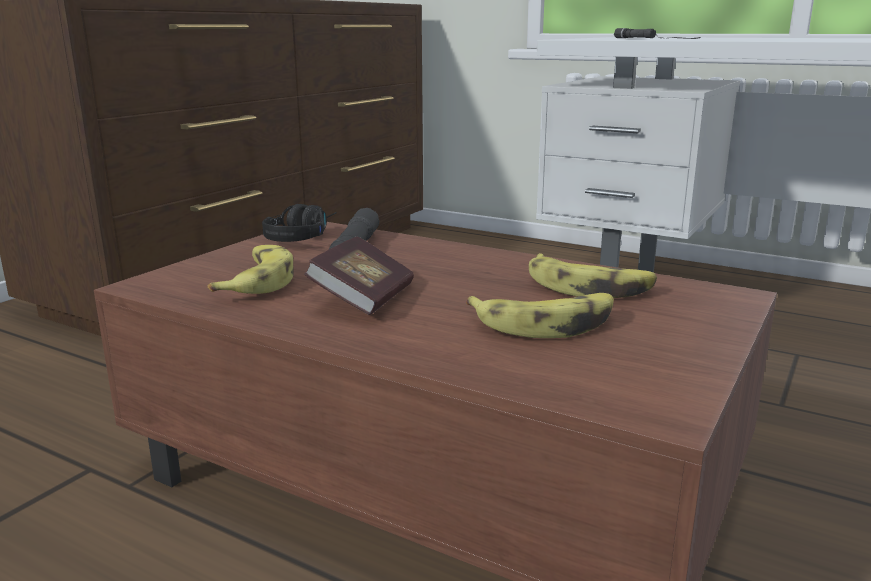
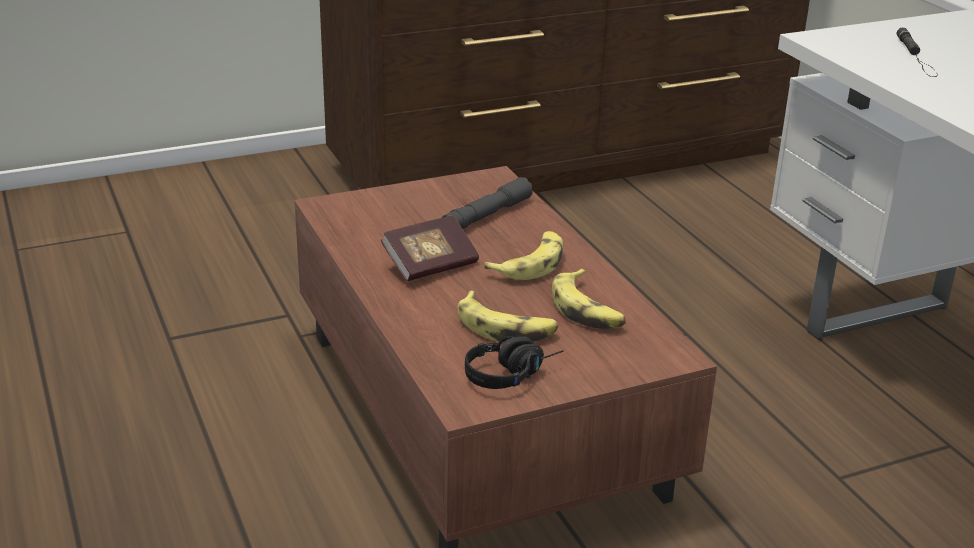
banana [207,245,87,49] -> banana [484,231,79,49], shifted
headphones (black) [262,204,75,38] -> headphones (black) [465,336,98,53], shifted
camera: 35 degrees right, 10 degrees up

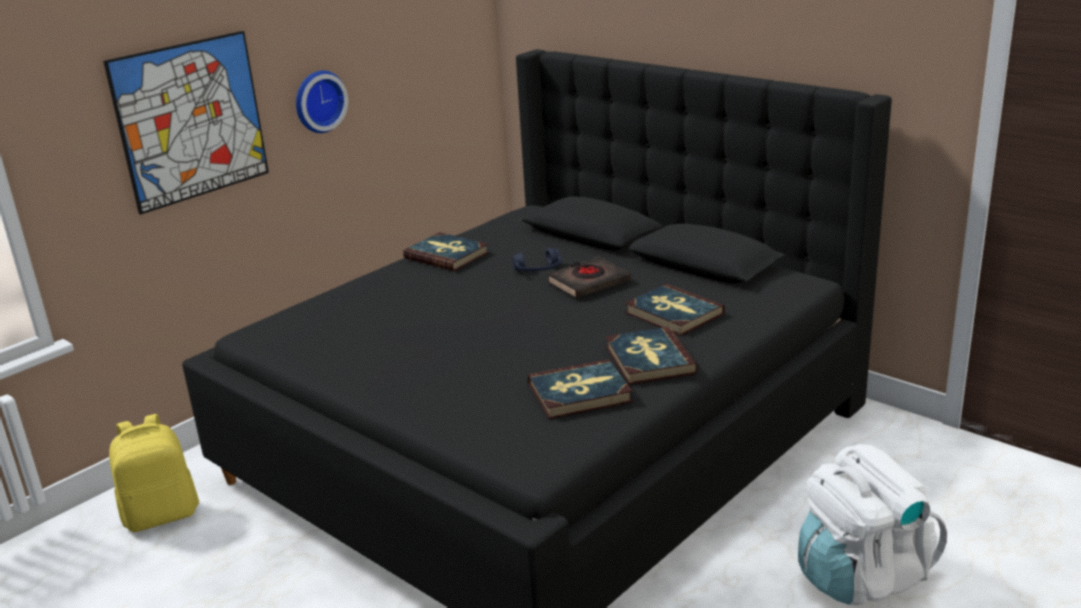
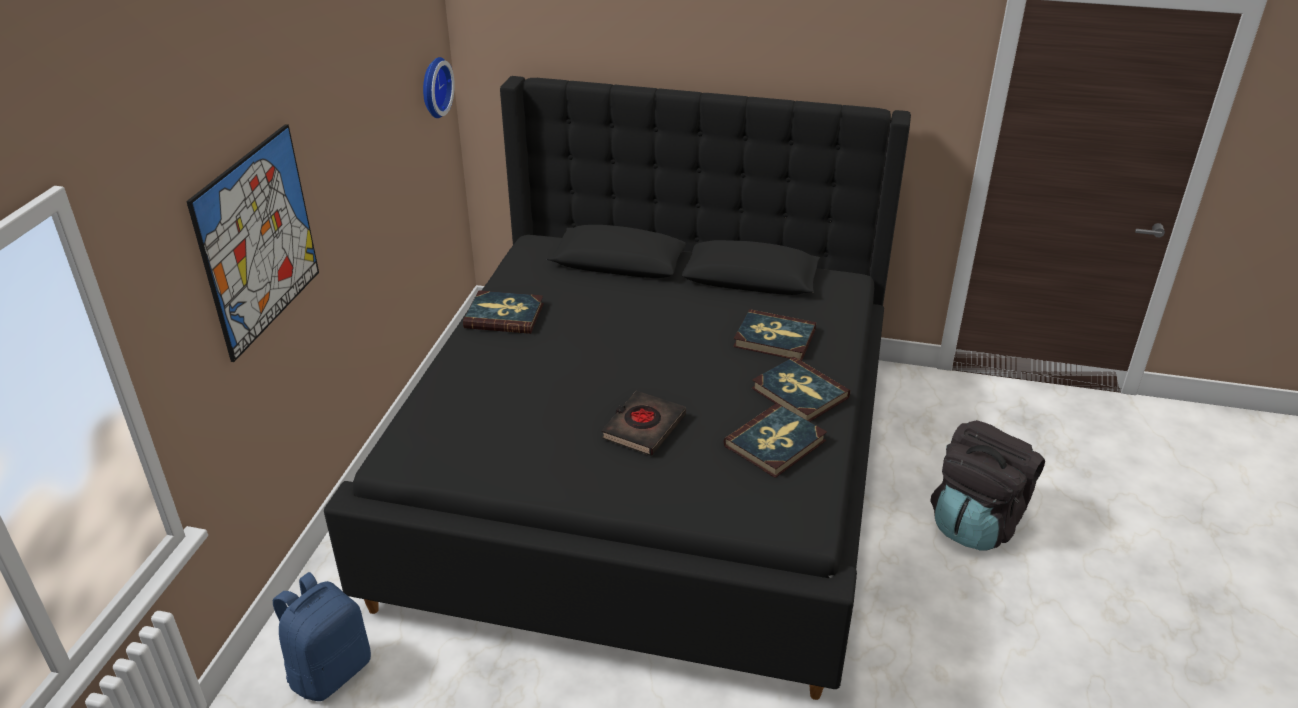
headphones (blue) [513,248,48,24] -> none
wall clock [296,70,52,63] -> wall clock [423,57,32,61], shifted
book (black) [547,256,84,42] -> book (black) [601,391,85,65], shifted
backpack (yellow) [109,414,90,118] -> backpack (blue) [273,572,98,129]
backpack (white) [798,444,149,161] -> backpack (black) [930,420,115,131]
camera: 30 degrees left, 10 degrees up

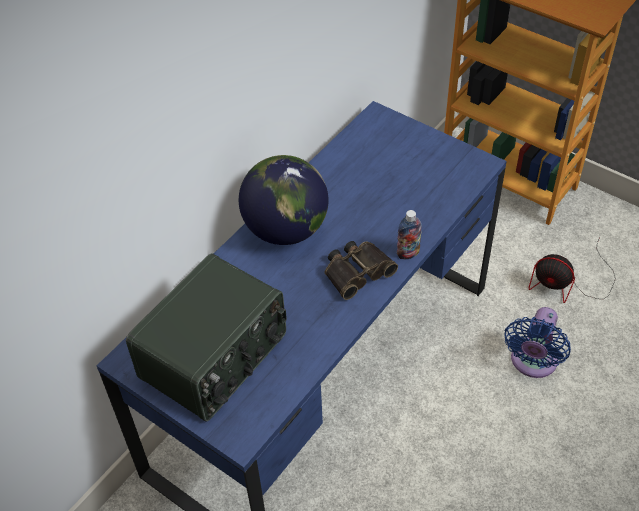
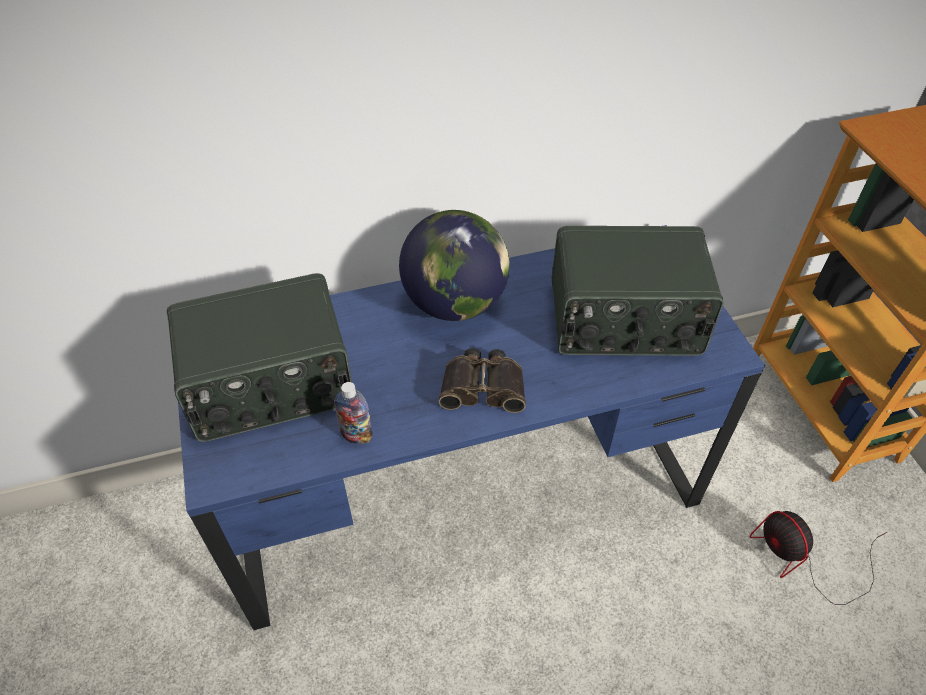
fan (blue) [504,307,67,71] -> none
none -> radio [552,226,172,130]
bottle [397,210,25,49] -> bottle [334,382,39,62], shifted
camera: 35 degrees right, 0 degrees up

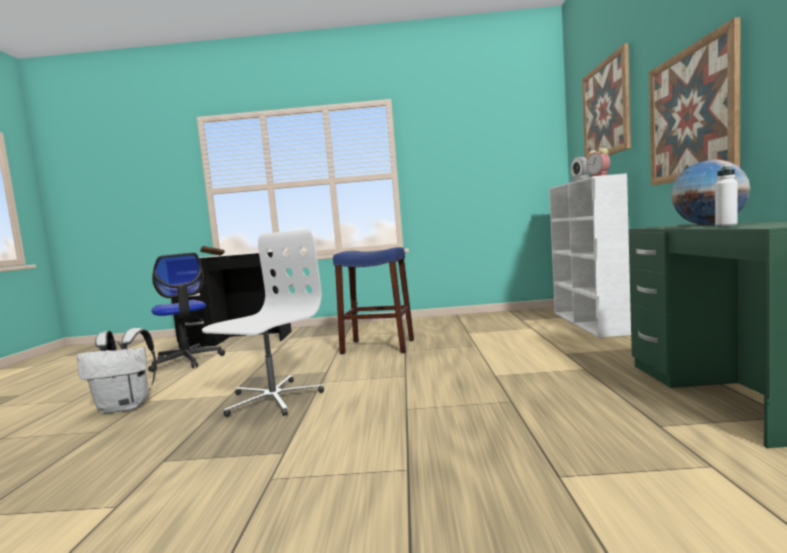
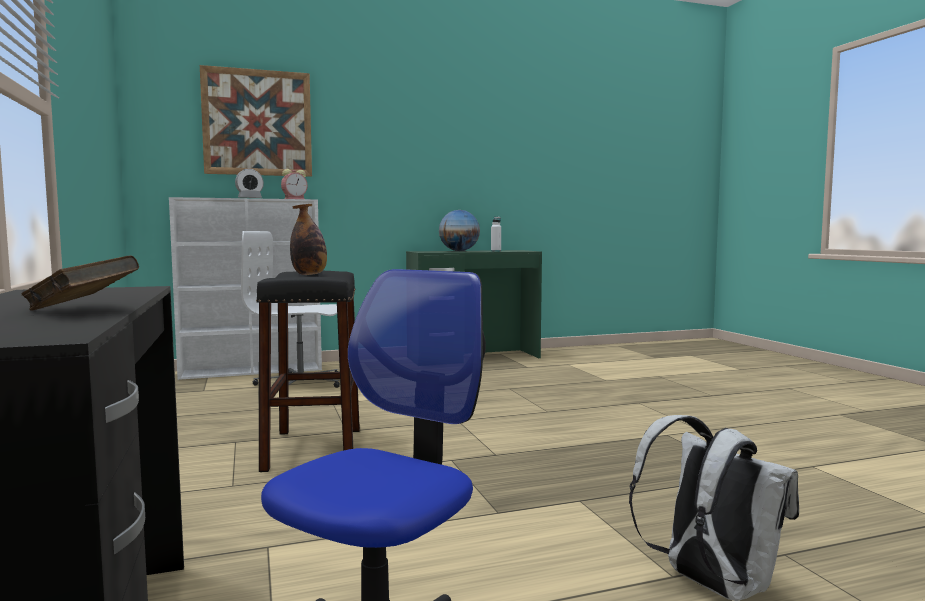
picture [649,17,91,169] -> none
none -> bottle [290,204,37,71]
office chair (white) [202,229,122,188] -> office chair (white) [241,231,99,157], shifted
stool (blue) [333,247,81,107] -> stool (black) [256,271,104,201]
camera: 110 degrees left, 0 degrees up

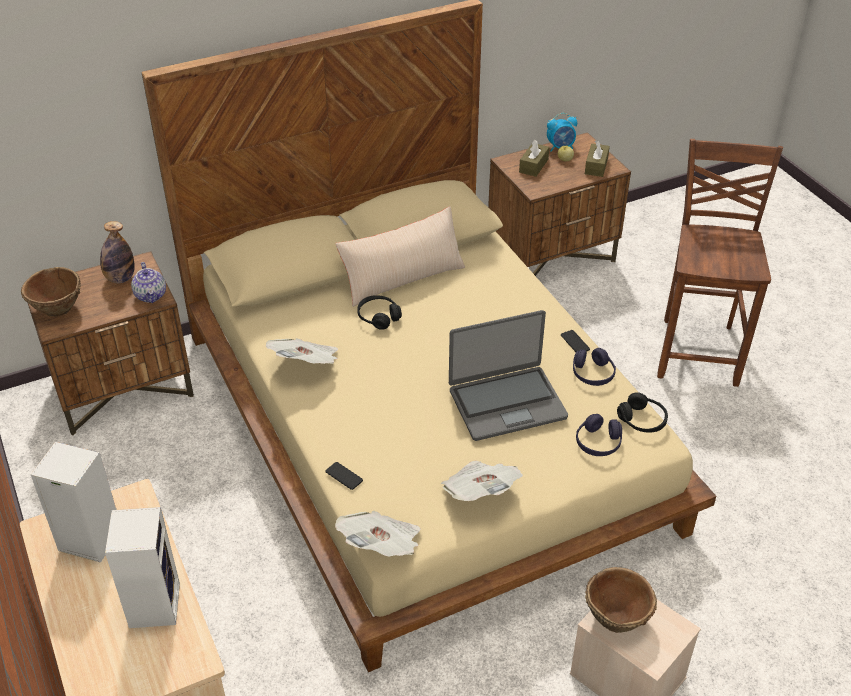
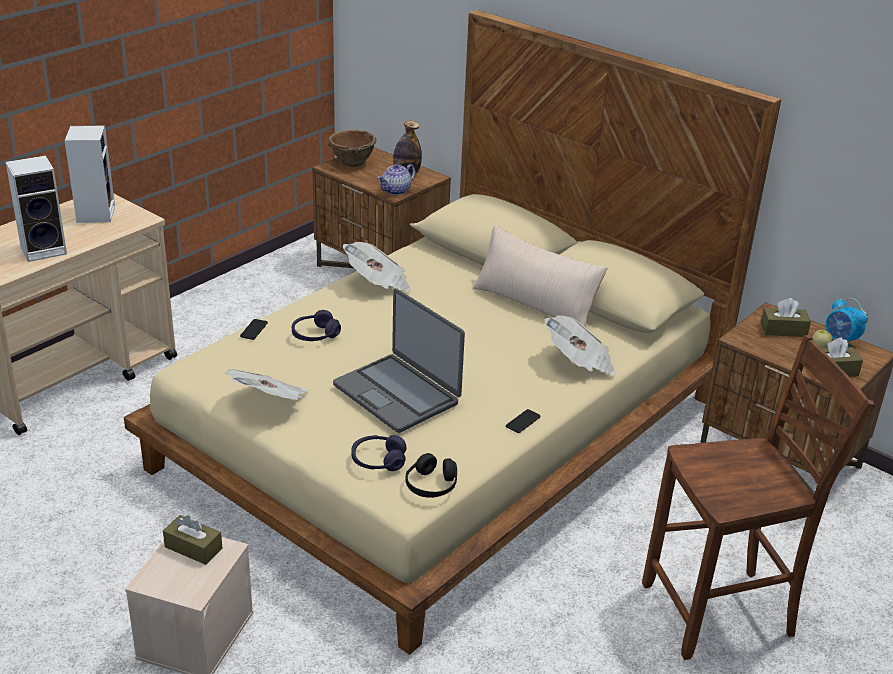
headphones (black) [357,295,45,35] -> none
newspaper [335,511,85,46] -> newspaper [545,315,71,60], shifted
headphones (purple) [573,348,43,38] -> headphones (purple) [292,310,49,31], shifted
bowl (brown) [585,567,72,66] -> tissue box (brown) [163,515,60,50]
camera: 65 degrees right, 10 degrees down

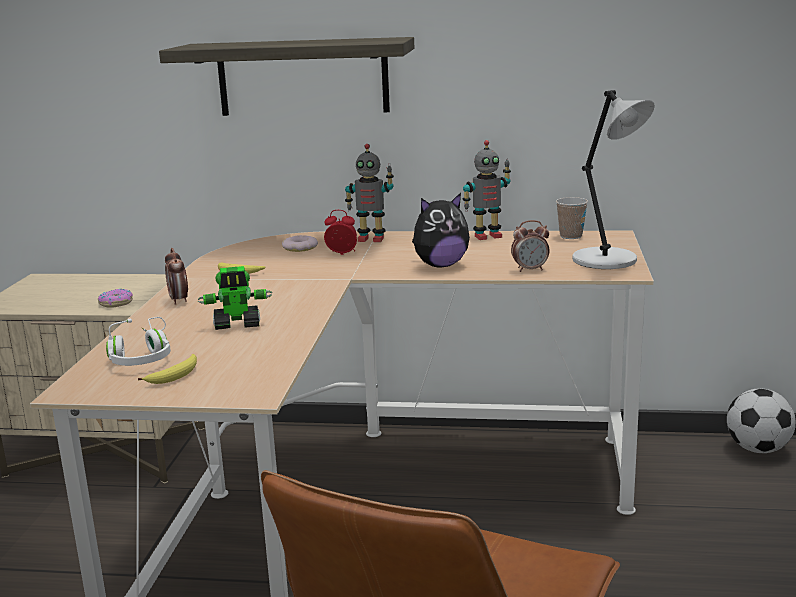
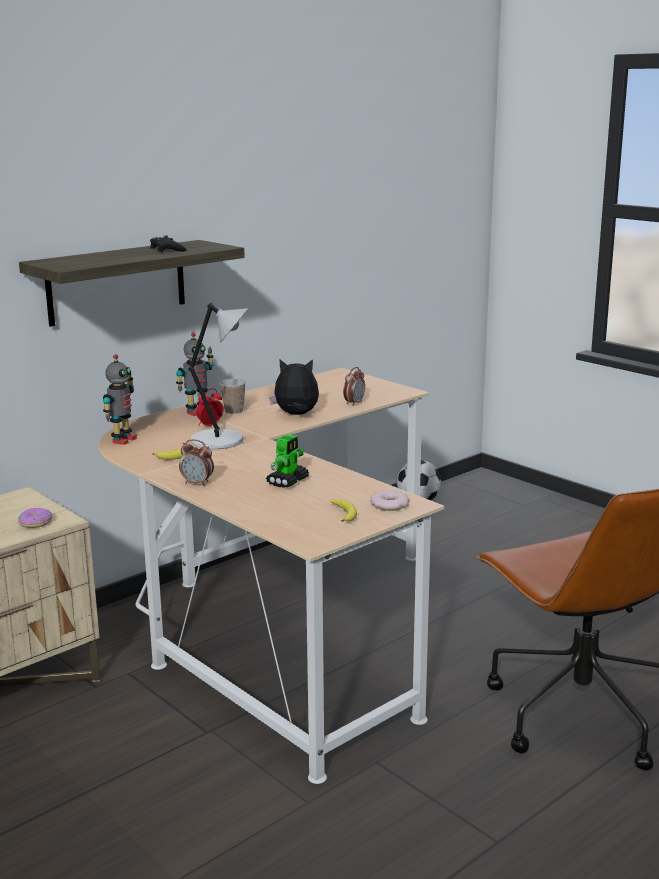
headphones (white) [106,317,65,49] -> none
none -> game controller (black) [150,235,37,17]
donut [282,235,36,17] -> donut [370,490,40,21], shifted
toy robot [463,140,48,100] -> toy robot [103,354,34,91], shifted
cup [556,197,32,42] -> cup [220,379,26,35], shifted
table lamp (grey) [572,90,83,179] -> table lamp (grey) [188,303,60,146], shifted
plush toy [412,193,58,74] -> plush toy [269,359,50,56], 105 degrees counterclockwise
camera: 50 degrees left, 0 degrees up

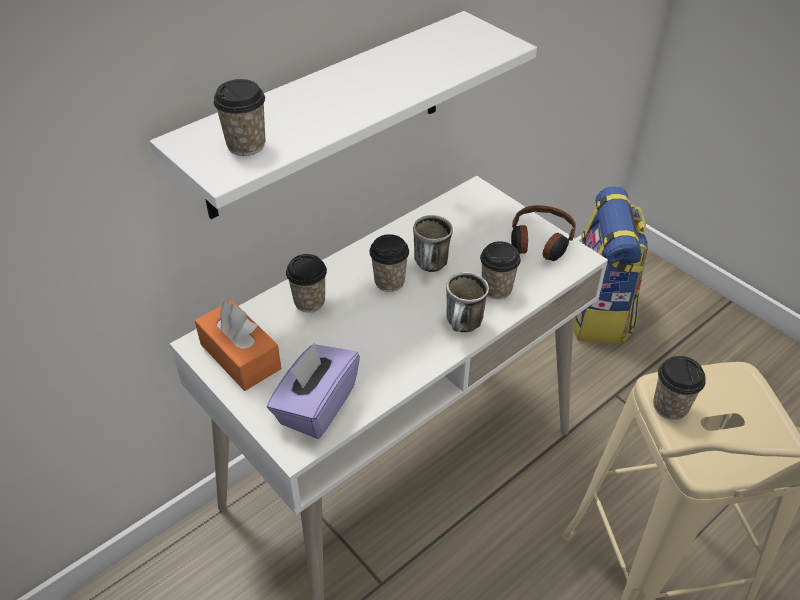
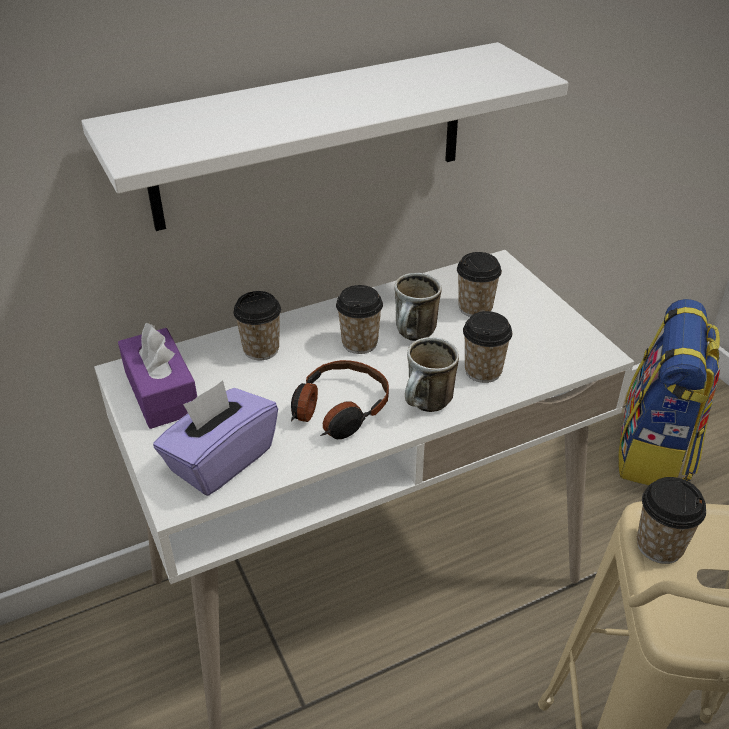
cup [213,79,53,77] -> cup [457,252,45,65], shifted
headphones [511,205,65,56] -> headphones [291,360,98,79], shifted
tissue box (orange) [195,300,86,91] -> tissue box (purple) [118,322,79,107]
camera: 15 degrees right, 5 degrees down

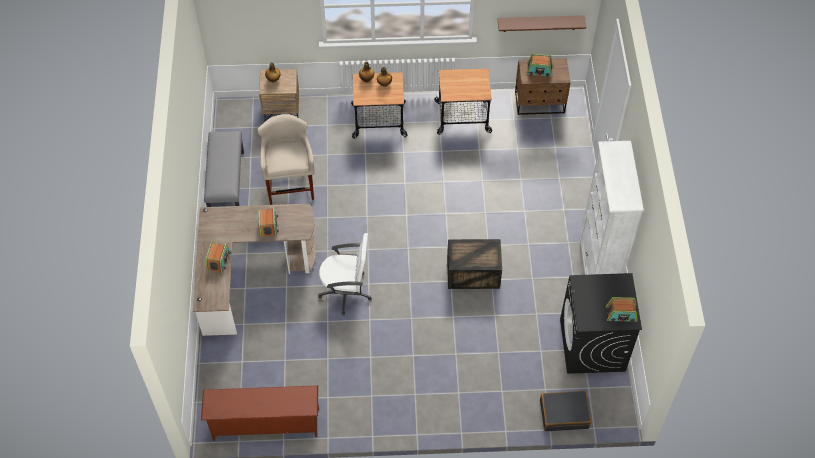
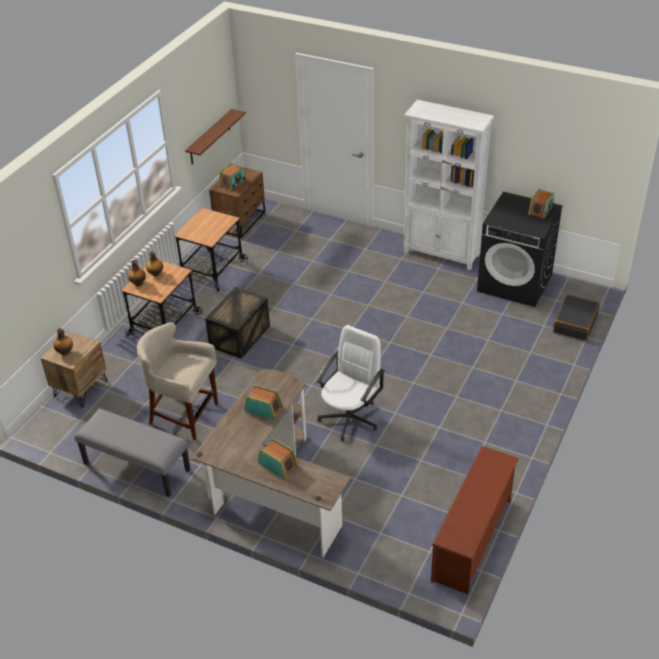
crate [447,239,55,50] -> crate [205,287,65,72], shifted
camera: 60 degrees left, 15 degrees down

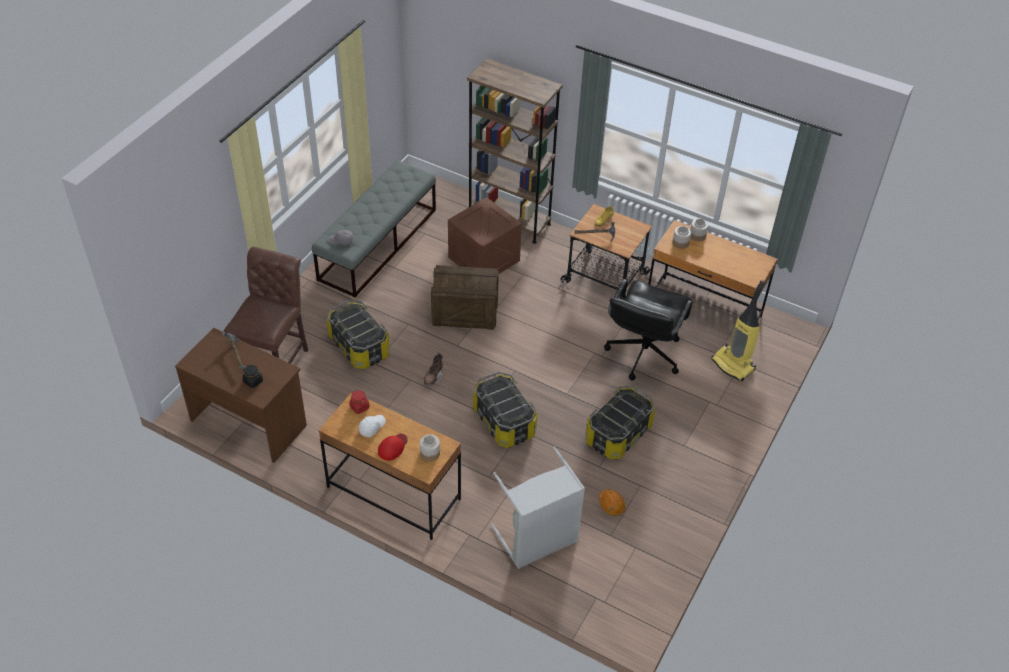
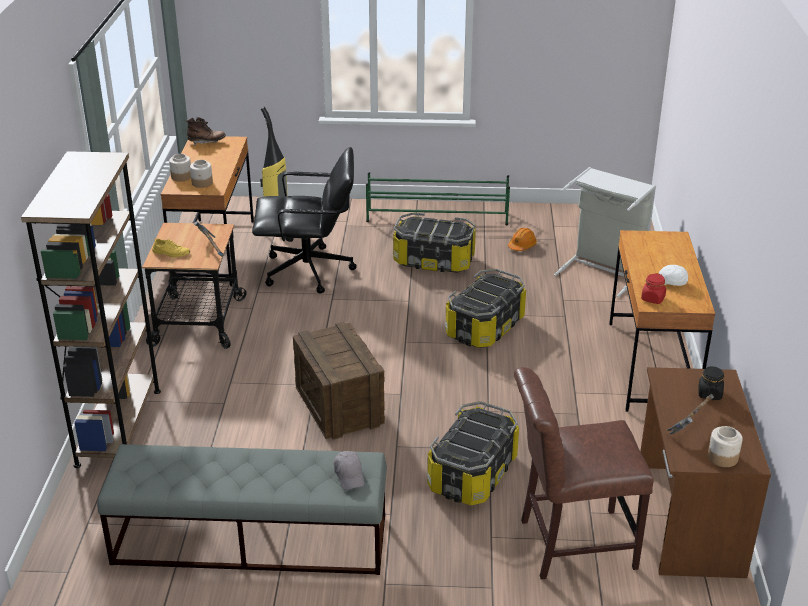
cap (red) [378,434,29,27] -> none
crate [448,197,74,77] -> none
none -> shoe rack (green) [366,172,144,53]
jar [420,434,20,27] -> jar [708,426,35,41], shifted
boot (brown) [423,352,20,34] -> boot (brown) [186,117,40,28], shifted
camera: 115 degrees left, 15 degrees down

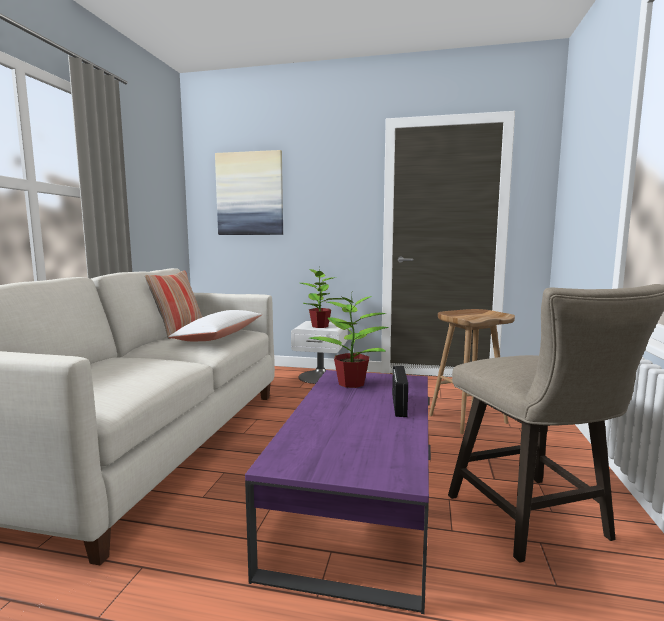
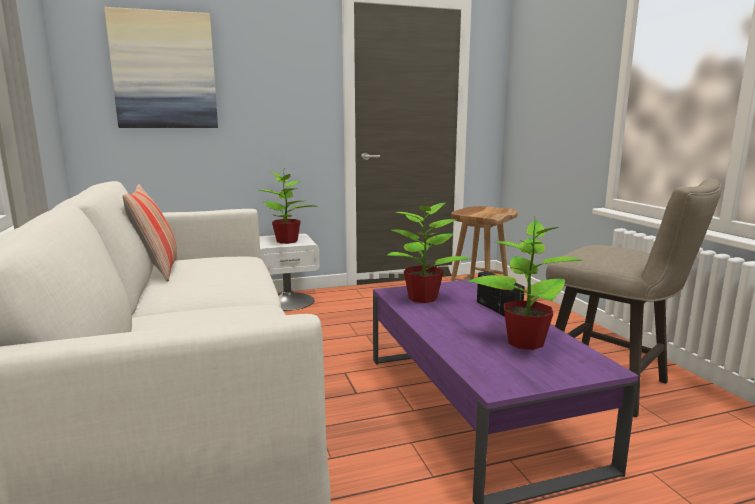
pillow (white) [168,310,94,31] -> none
none -> potted plant [468,216,115,134]
camera: 30 degrees left, 5 degrees up

